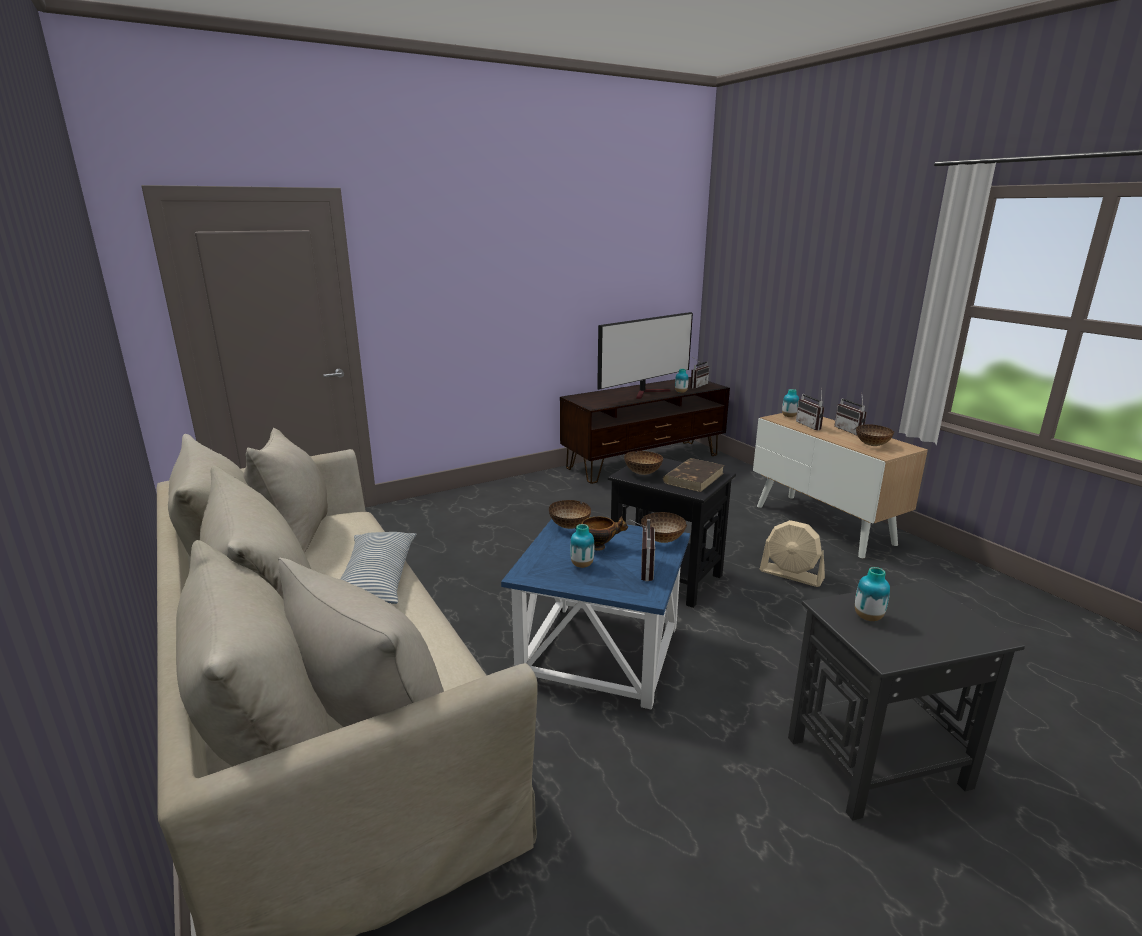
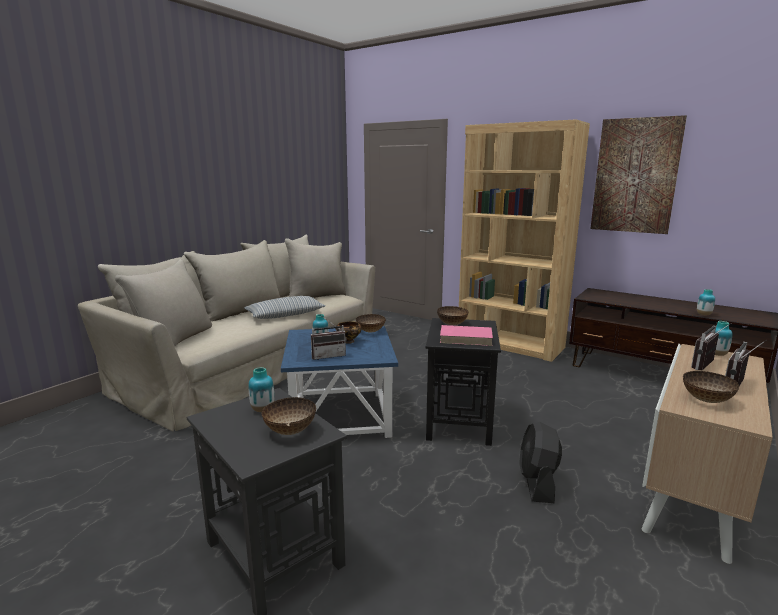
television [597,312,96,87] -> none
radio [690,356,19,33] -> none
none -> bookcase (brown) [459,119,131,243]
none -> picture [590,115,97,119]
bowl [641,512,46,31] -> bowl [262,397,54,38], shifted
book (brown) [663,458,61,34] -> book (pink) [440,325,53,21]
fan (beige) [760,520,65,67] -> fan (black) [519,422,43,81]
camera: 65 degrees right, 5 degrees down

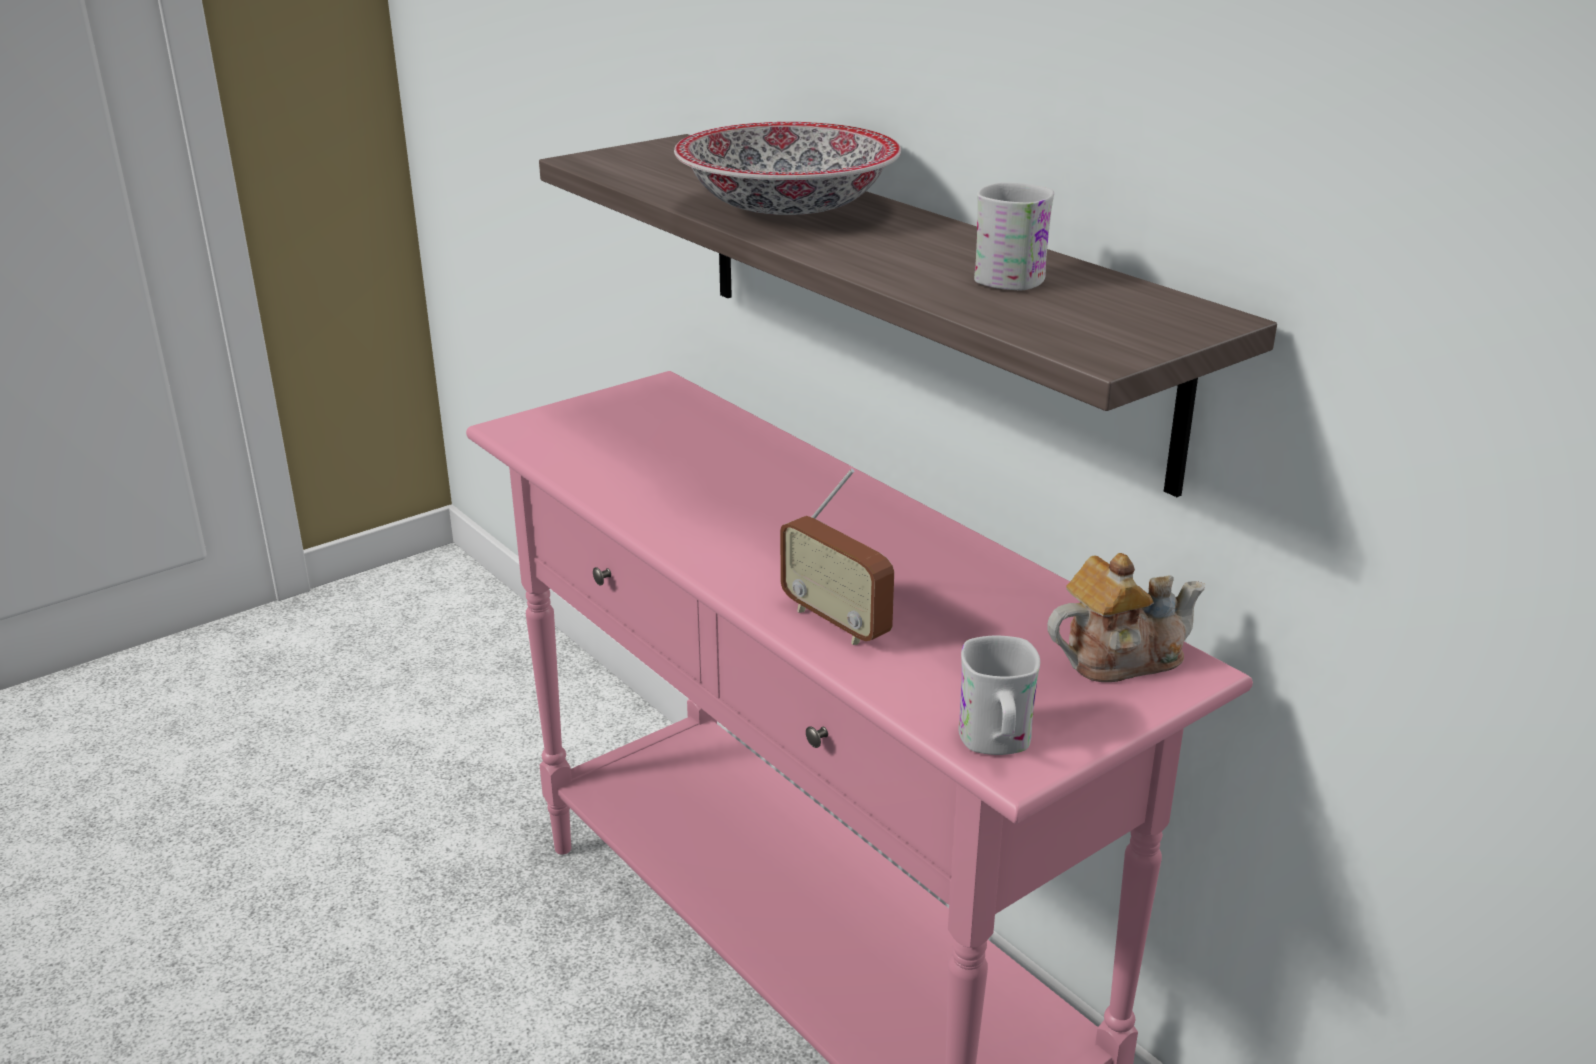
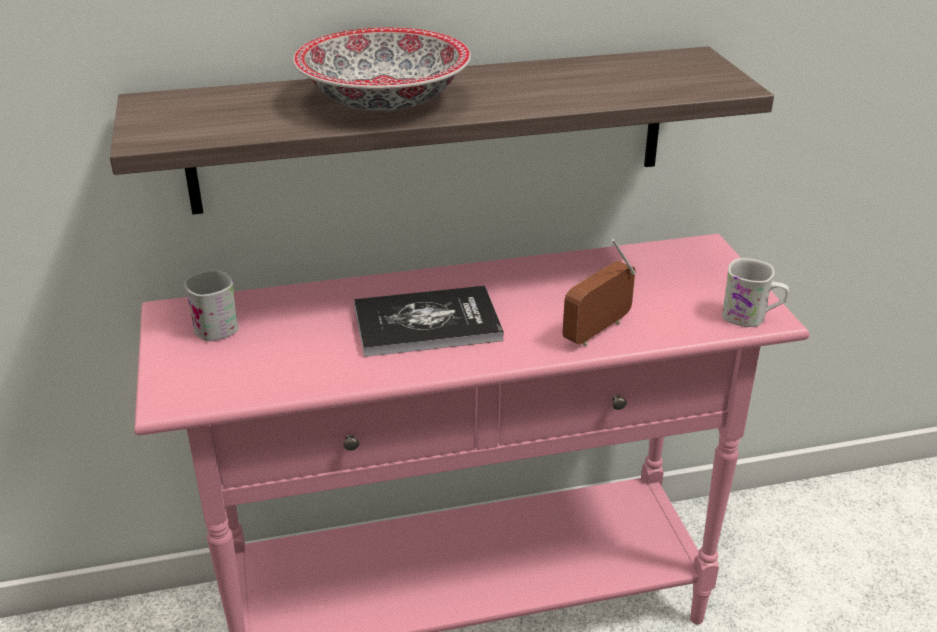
teapot [1047,553,158,129] -> none
none -> book [354,286,150,71]
mug (white) [974,182,80,108] -> mug (white) [184,270,55,71], shifted
radio [780,469,114,176] -> radio [562,239,74,107], 150 degrees clockwise
camera: 65 degrees left, 5 degrees up

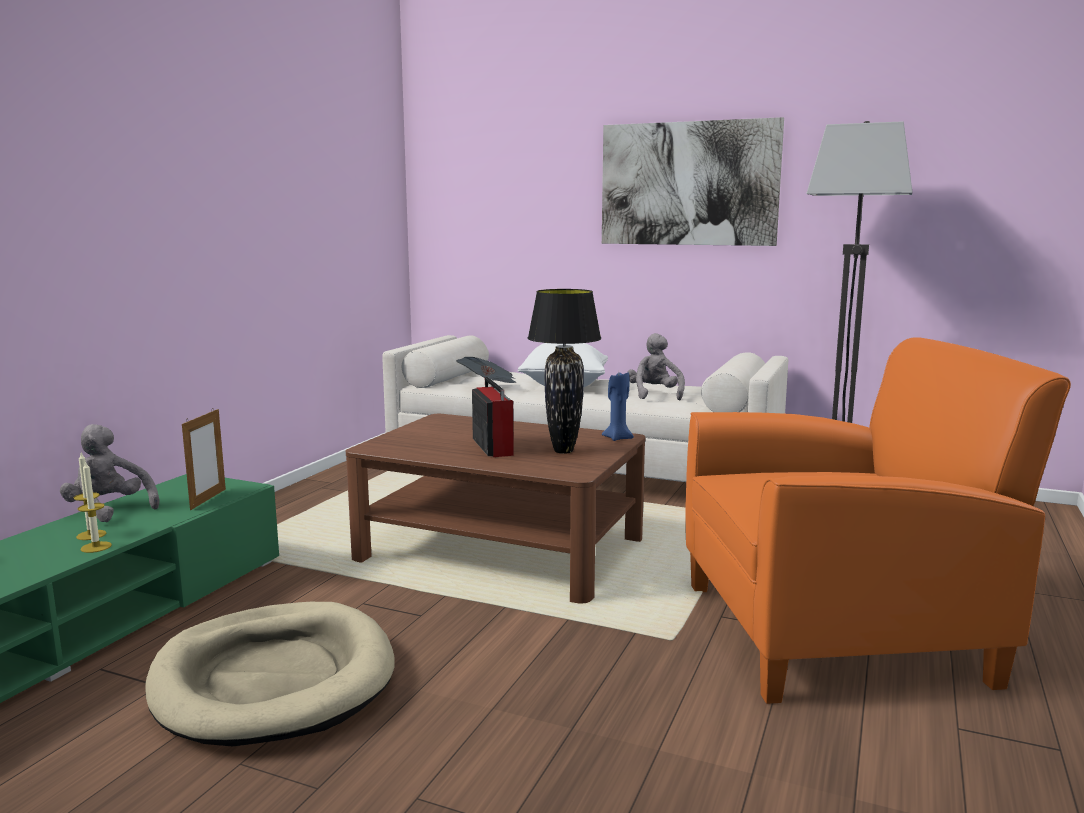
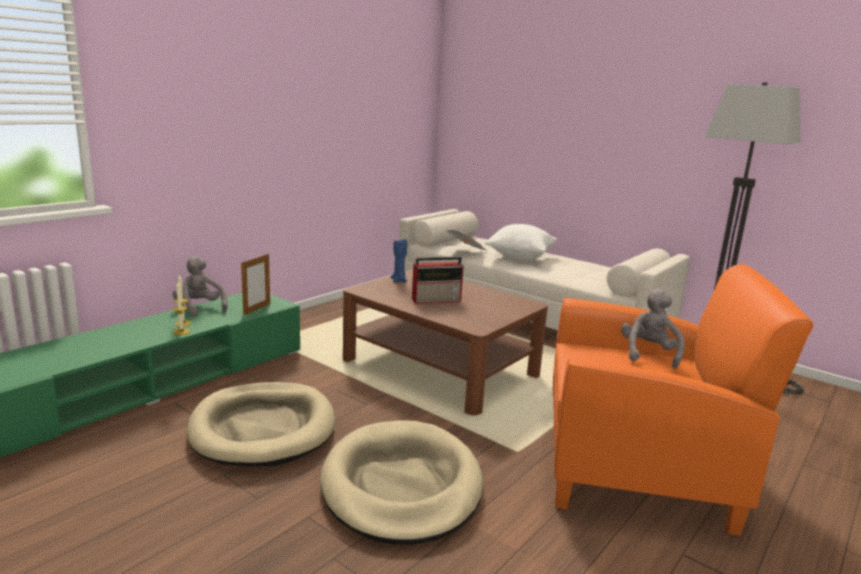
table lamp (black) [527,289,74,165] -> none
picture [602,117,182,129] -> none
none -> dog bed (beige) [320,421,163,124]
candle (blue) [602,372,32,69] -> candle (blue) [391,238,16,45], shifted
plush toy (grey) [628,333,57,67] -> plush toy (grey) [621,289,64,80], shifted
radio [472,377,42,80] -> radio [412,257,52,47], 75 degrees clockwise
camera: 15 degrees right, 5 degrees up

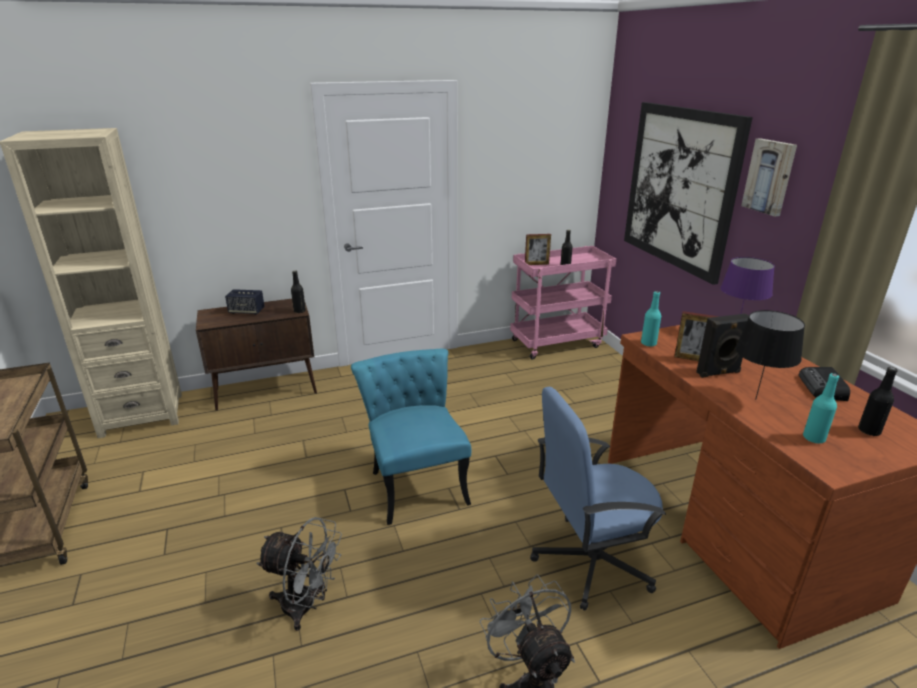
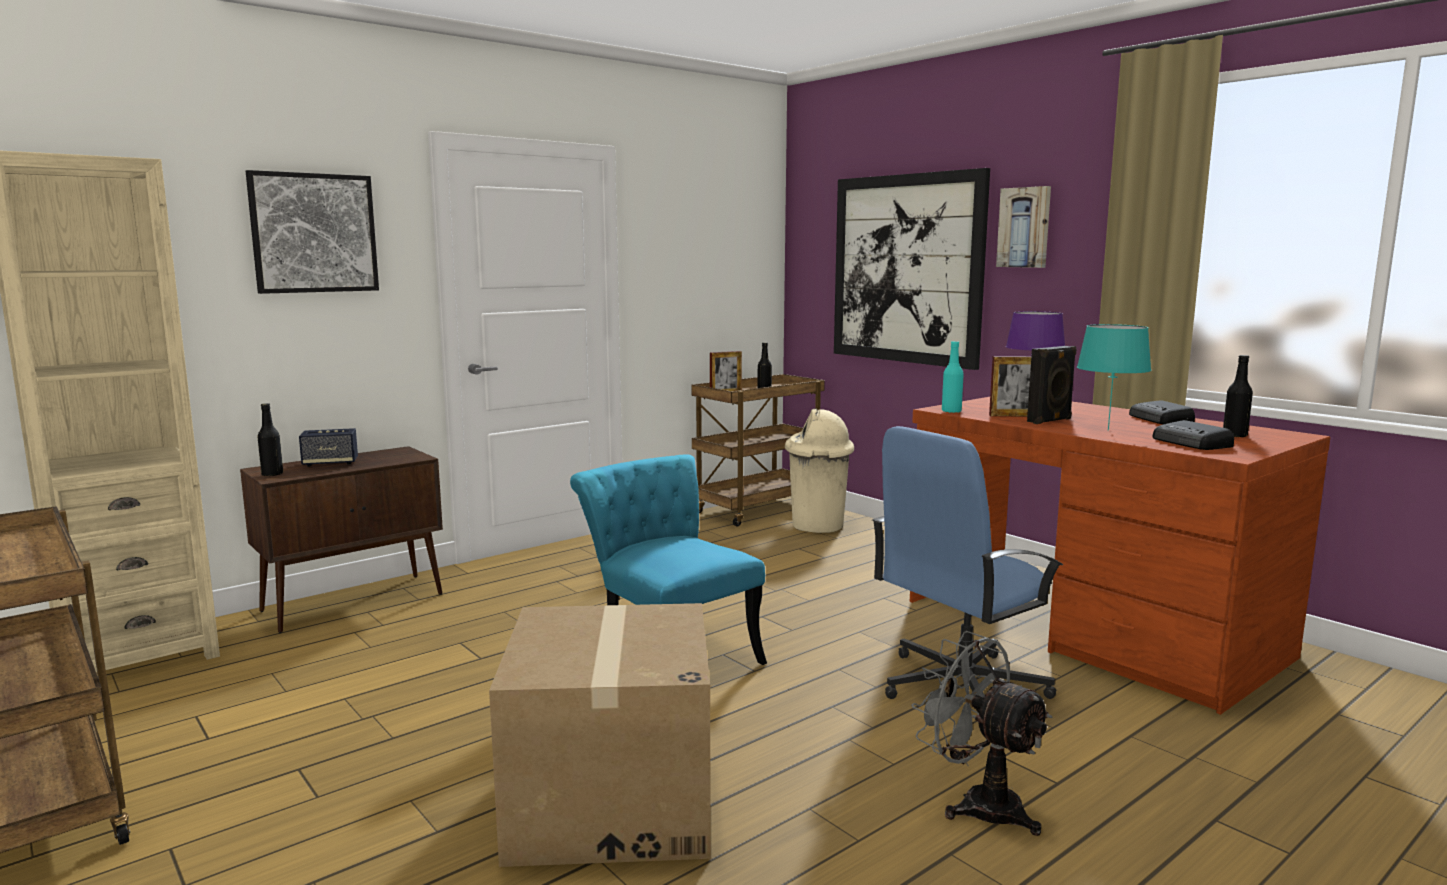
none -> picture [246,170,133,124]
none -> trash can (beige) [785,408,69,125]
bottle (black) [291,270,15,43] -> bottle (black) [257,403,26,73], shifted
fan (grey) [256,517,86,114] -> cardboard box [489,603,222,264]
bottle (turquoise) [803,373,36,70] -> radio [1152,420,82,30]
cart (pink) [510,246,106,114] -> cart (brown) [691,374,134,153]
table lamp (black) [736,310,69,90] -> table lamp (turquoise) [1077,324,74,107]
camera: 20 degrees left, 15 degrees down

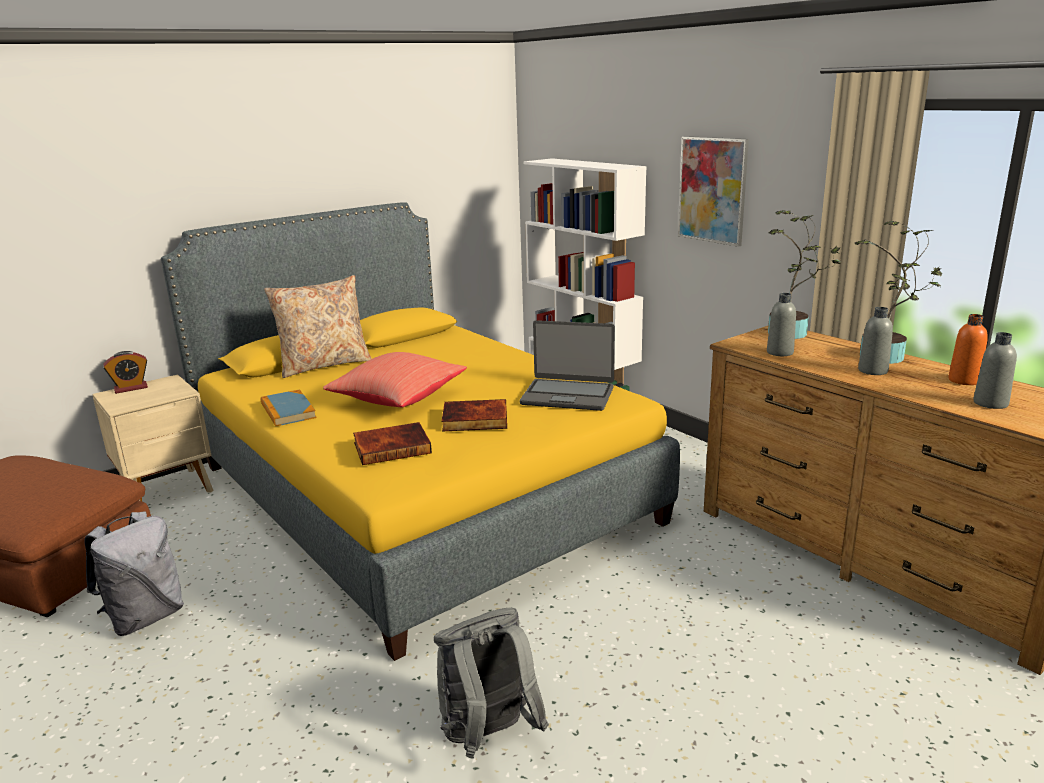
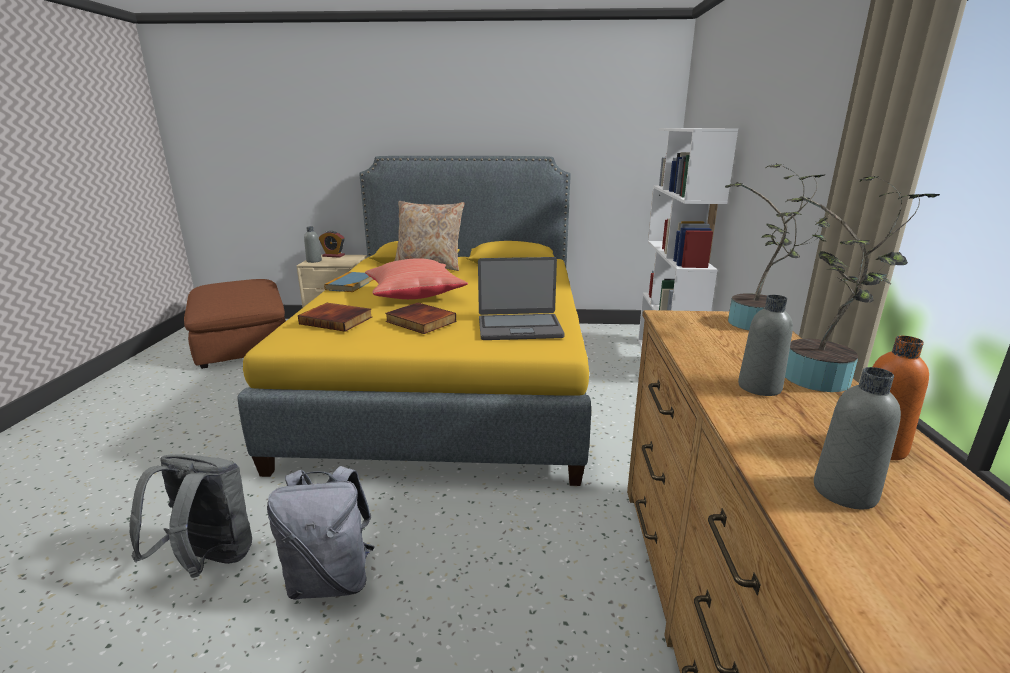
picture [678,136,71,111] -> none
backpack (grey) [84,511,100,125] -> backpack (grey) [267,466,108,134], shifted
bottle (grey) [767,293,29,63] -> bottle (grey) [304,226,18,37], shifted
laptop [520,320,95,91] -> laptop [478,257,87,83], 60 degrees counterclockwise
camera: 40 degrees right, 0 degrees up

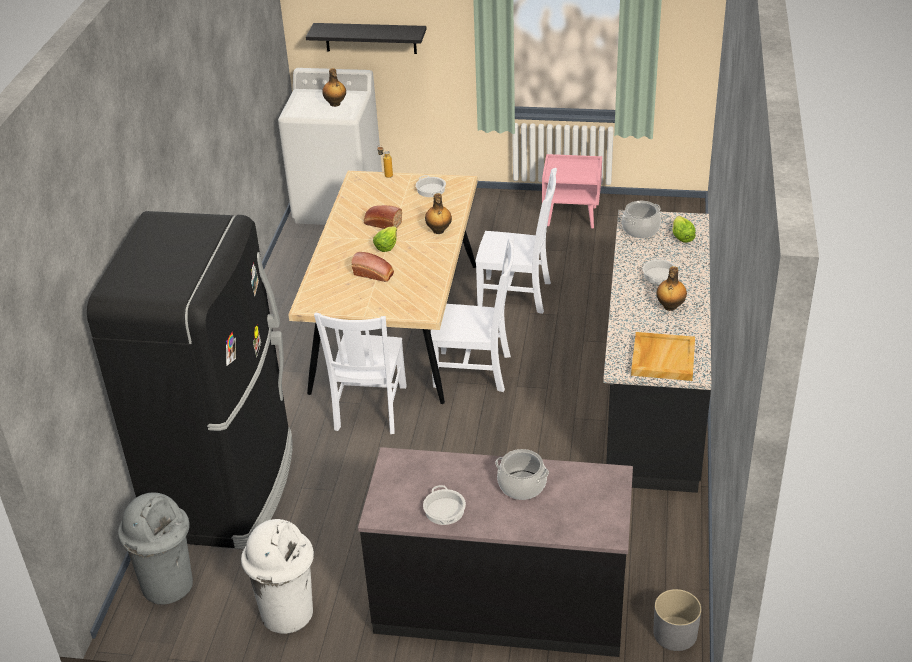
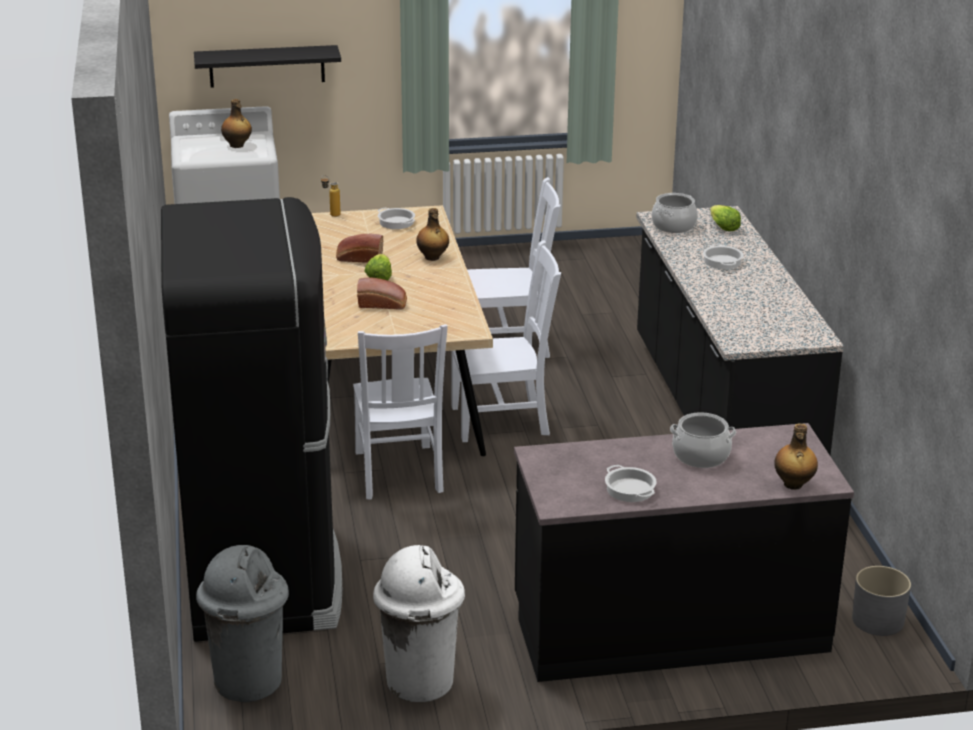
nightstand (pink) [542,154,60,74] -> none
tray (beige) [631,332,64,49] -> none
bottle [656,266,31,45] -> bottle [774,424,44,66], shifted
camera: 20 degrees left, 10 degrees down

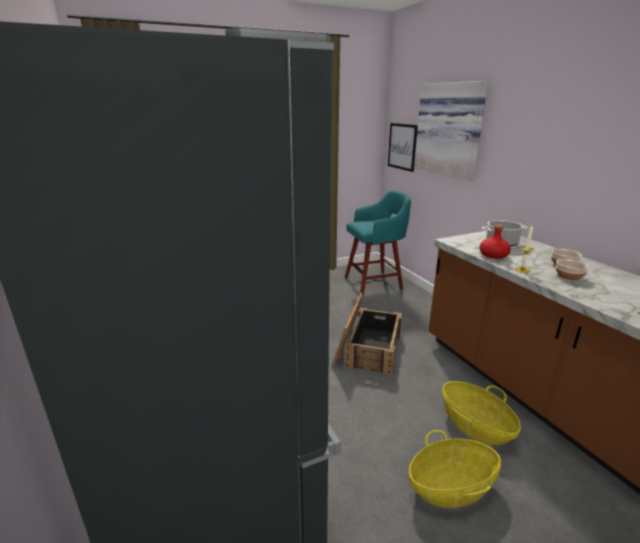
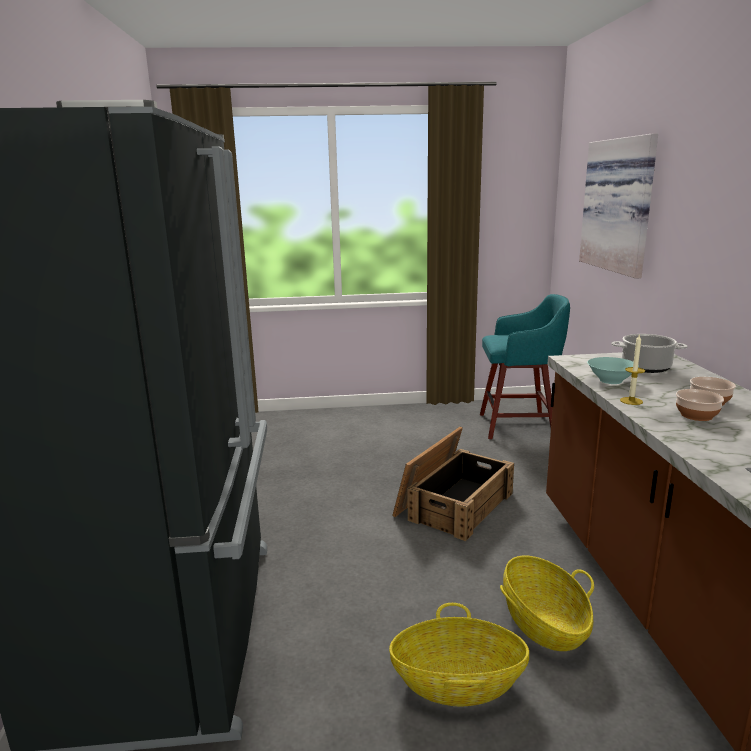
picture [388,123,30,49] -> none
bottle (red) [479,225,32,34] -> bowl (turquoise) [587,357,52,27]
camera: 20 degrees right, 5 degrees down

